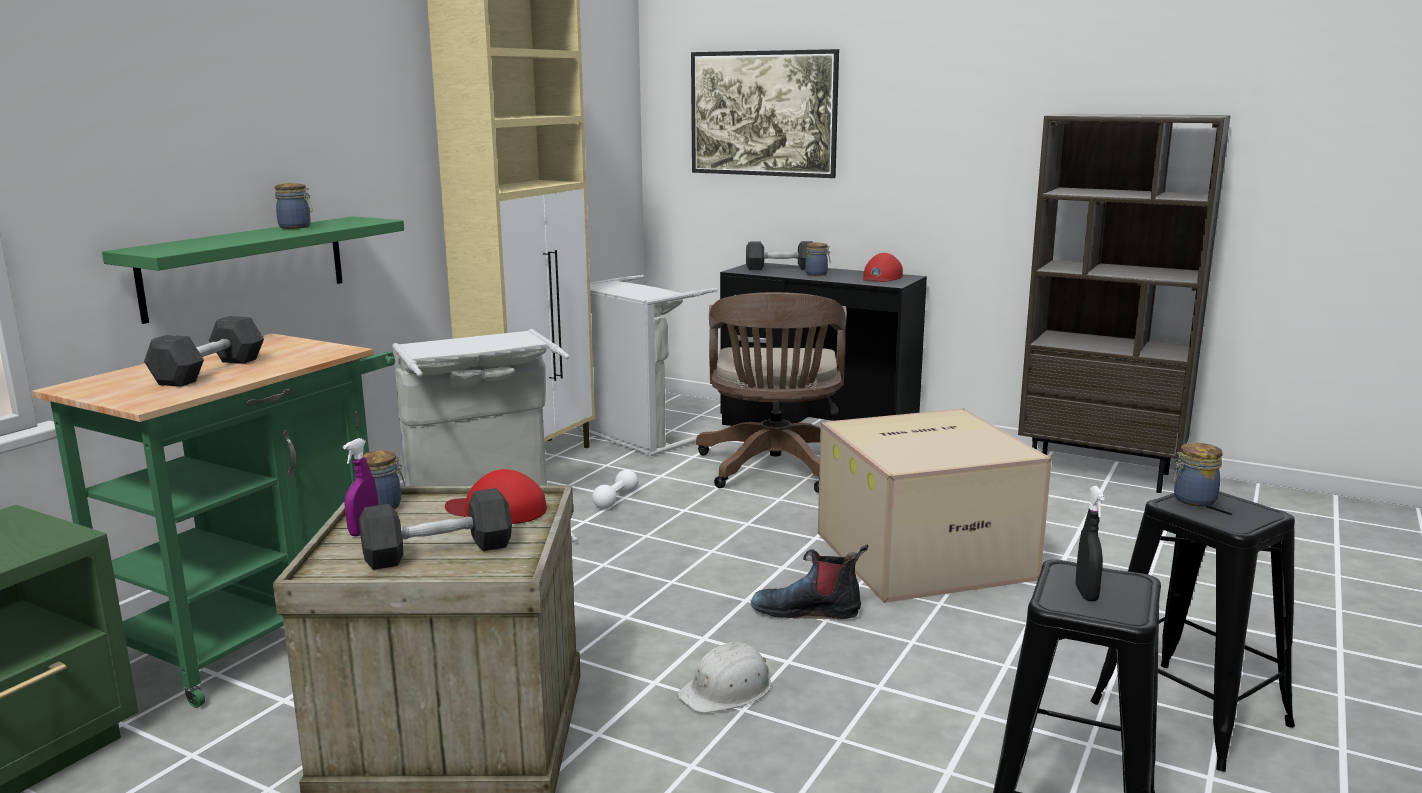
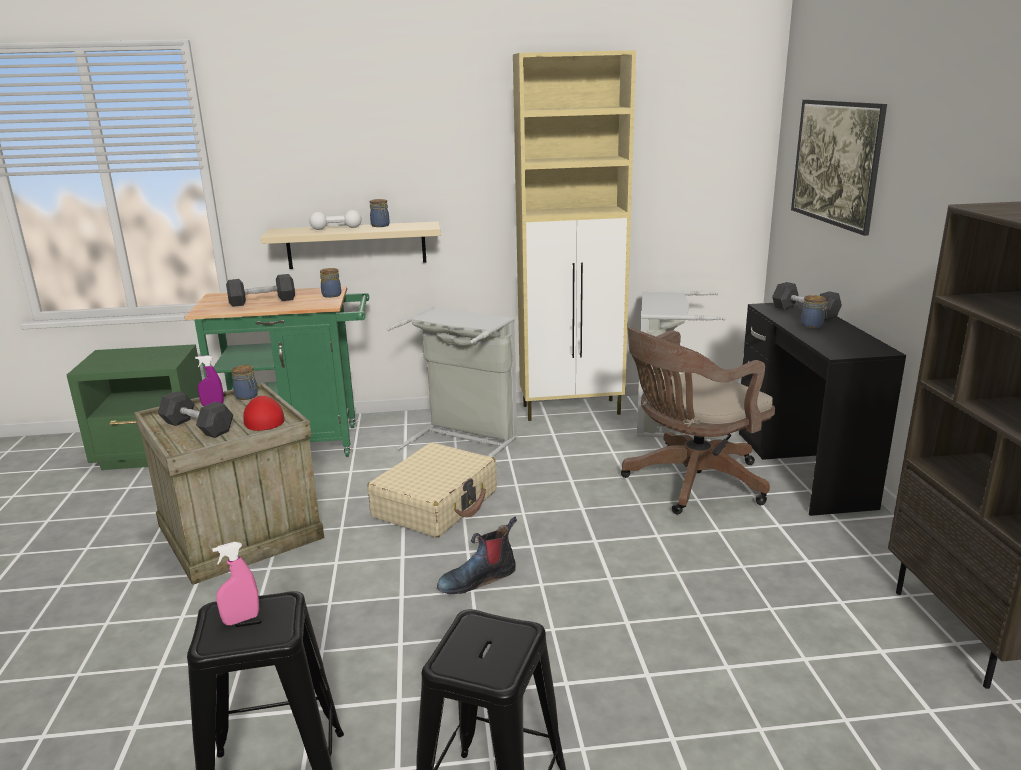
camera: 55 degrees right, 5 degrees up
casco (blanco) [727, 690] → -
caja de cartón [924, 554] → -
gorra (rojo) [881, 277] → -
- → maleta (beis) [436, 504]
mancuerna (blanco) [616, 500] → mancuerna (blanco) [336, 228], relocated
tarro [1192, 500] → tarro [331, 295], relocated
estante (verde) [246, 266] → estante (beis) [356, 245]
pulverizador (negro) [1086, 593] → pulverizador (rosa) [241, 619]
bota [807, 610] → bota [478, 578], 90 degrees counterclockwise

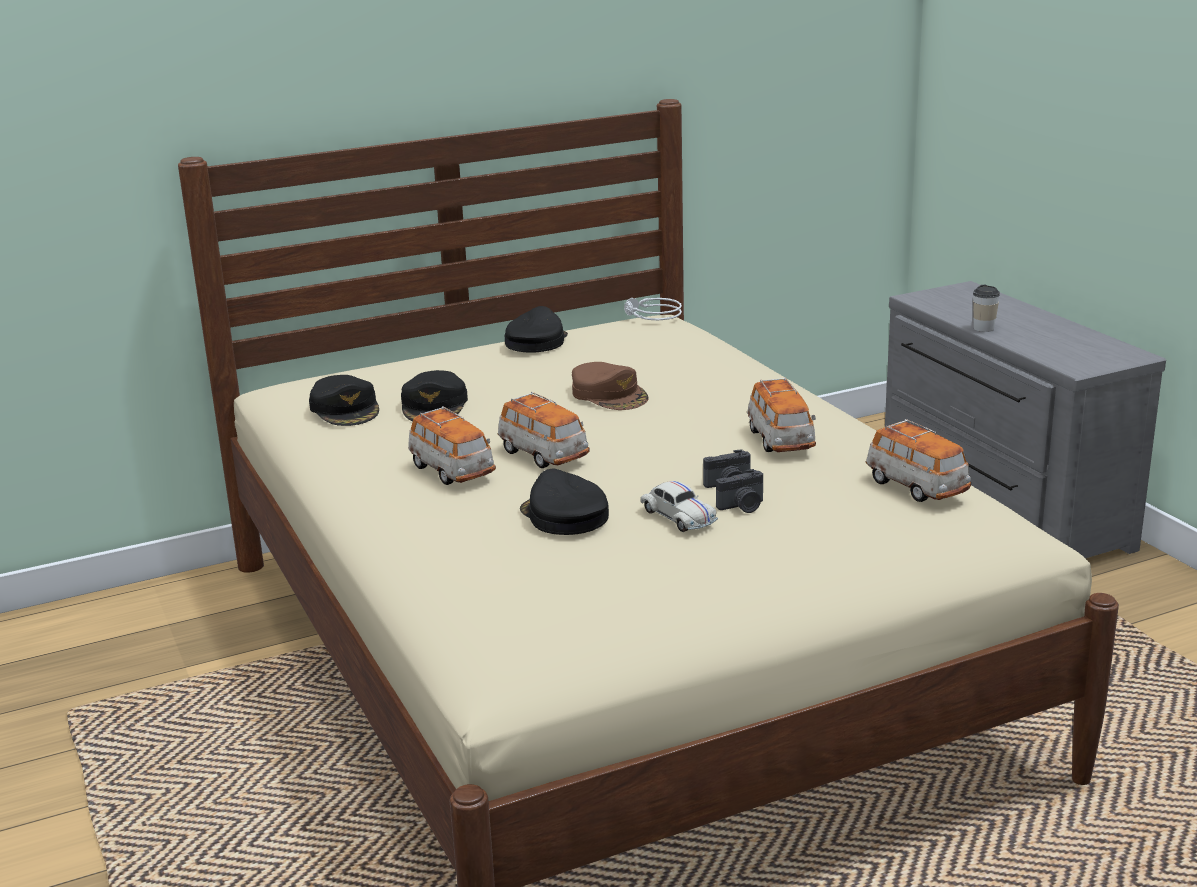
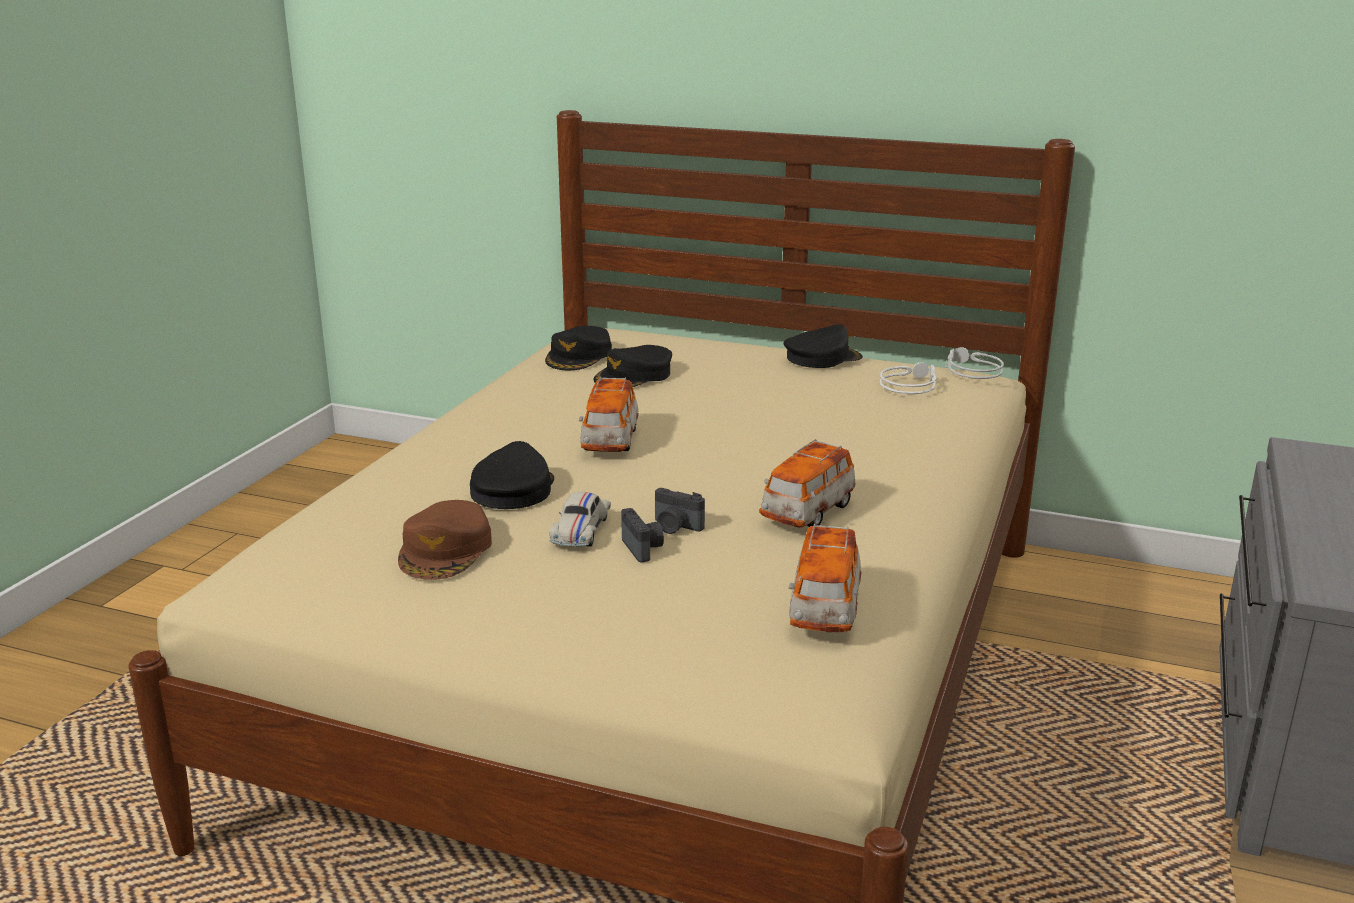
camera: 45 degrees right, 0 degrees up
coche de juguete [452, 471] → -
taza [983, 328] → -
- → auriculares (blanco) [909, 385]
gorra (marrón) [609, 395] → gorra (marrón) [446, 550], relocated
cámara [742, 507] → cámara [643, 548], 135 degrees counterclockwise

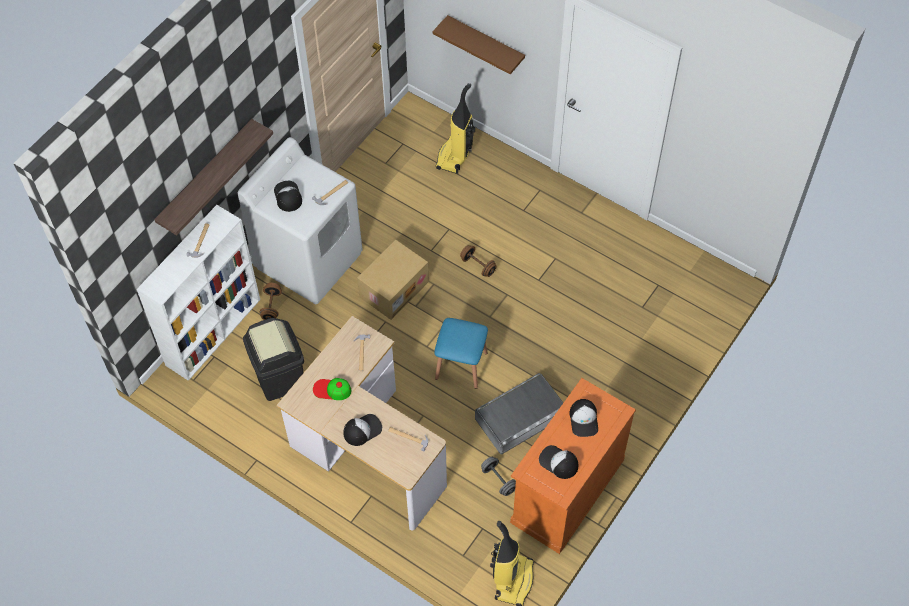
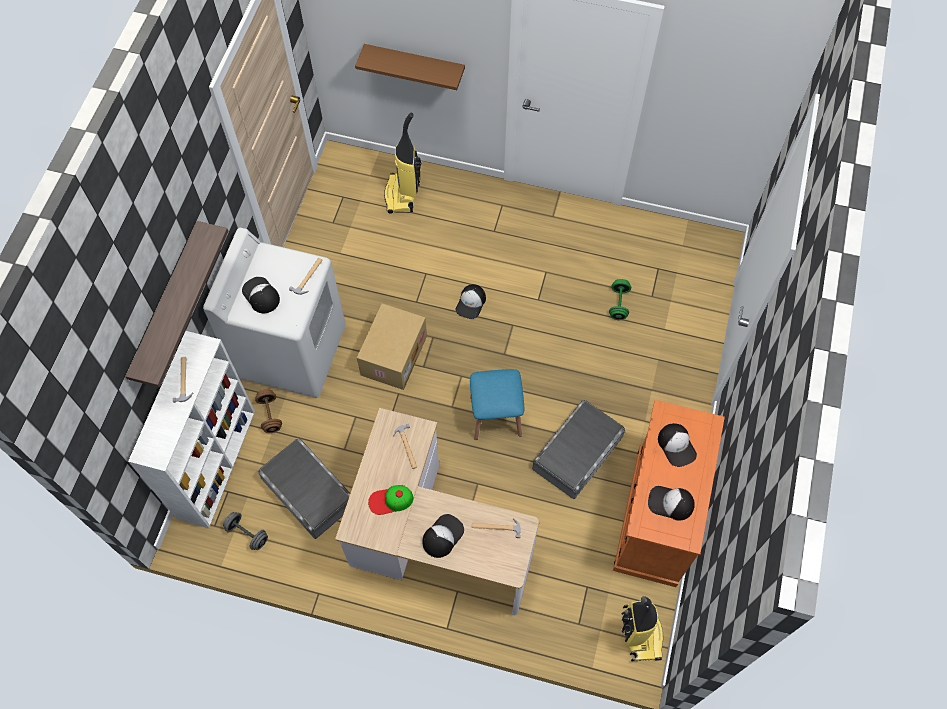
camera: 20 degrees left, 5 degrees up
- → mancuerna (verde) [618, 304]
mancuerna (gris) [498, 480] → mancuerna (gris) [247, 534], relocated
papelera (negro) [279, 377] → caja de almacenaje (gris) [308, 491]
mancuerna (marrón) [478, 265] → gorra [471, 303]

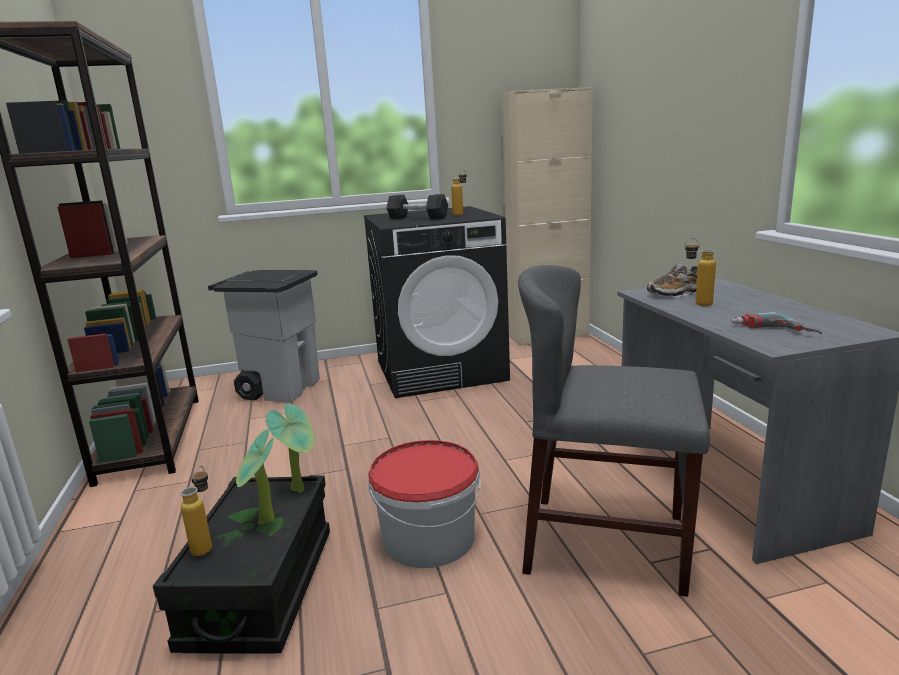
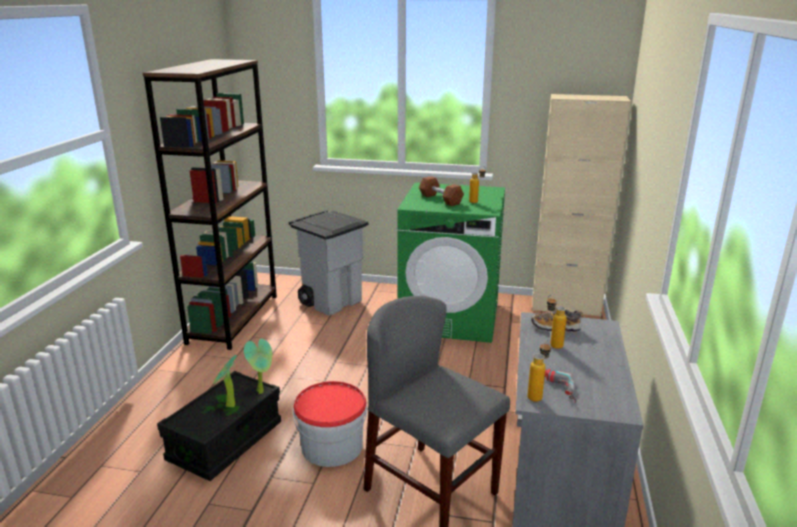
camera: 25 degrees right, 5 degrees up
botella [206, 545] → botella [537, 395], relocated
lavadora (negro) [441, 370] → lavadora (verde) [450, 317]
mancuerna (gris) [417, 218] → mancuerna (marrón) [440, 199]

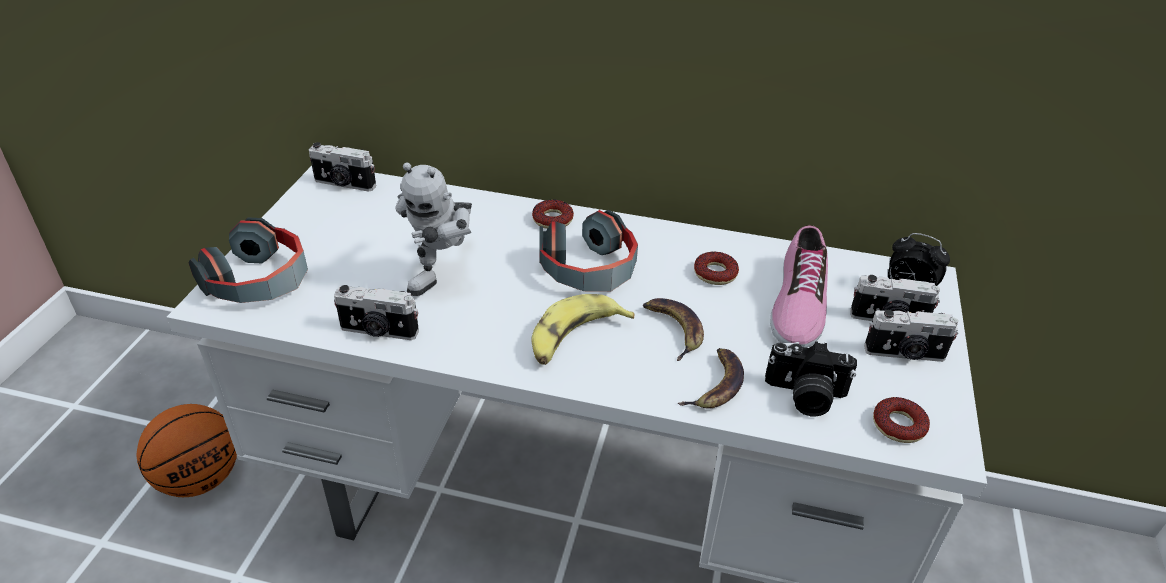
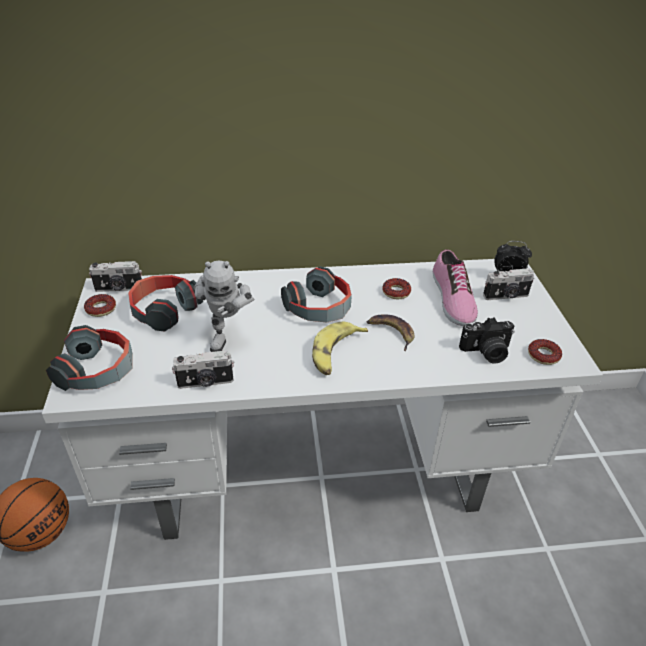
camera: 20 degrees left, 0 degrees up
plátano [716, 384] → -
cámara [905, 354] → -
- → auriculares [164, 310]
rosquilla [552, 219] → rosquilla [101, 309], relocated

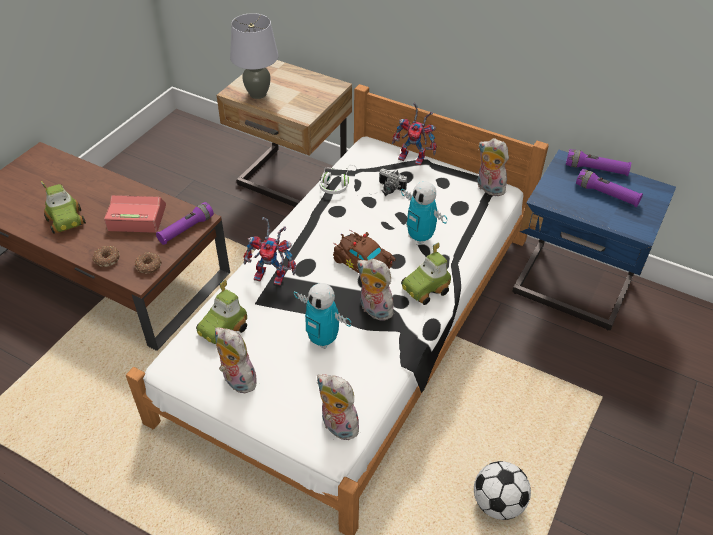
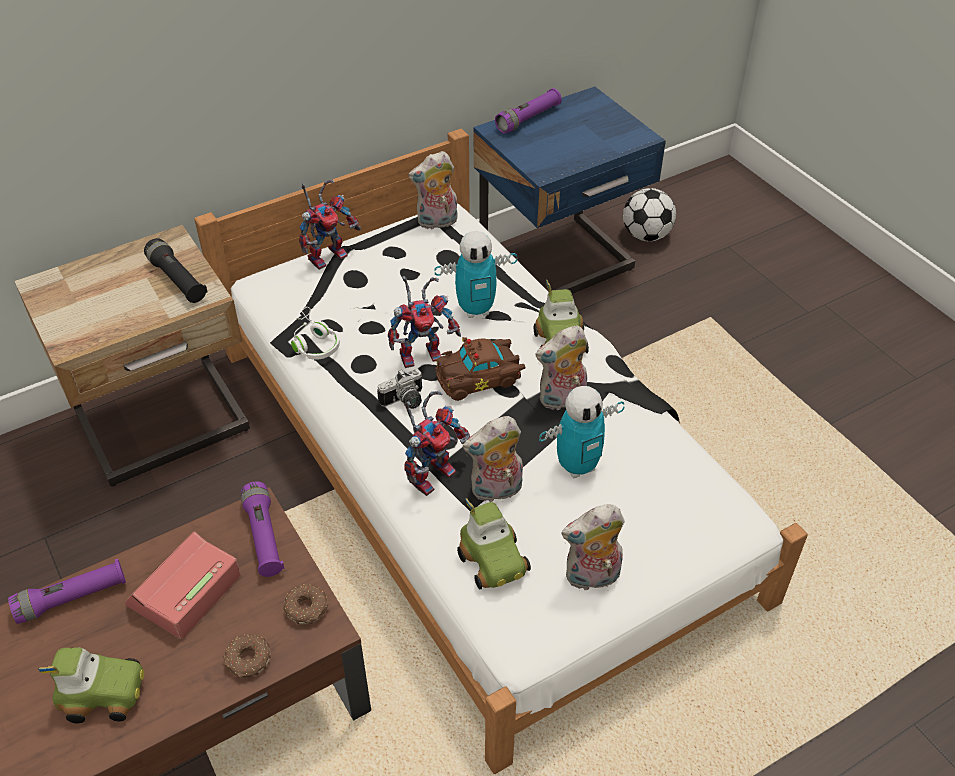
camera: 60 degrees left, 0 degrees up
lámpara de mesa (gris) [257, 94] → -
- → linterna (negro) [177, 280]
- → robot de juguete [423, 352]
peluche [337, 426] → peluche [496, 491], relocated
cámara [390, 189] → cámara [405, 401], relocated
balón de fútbol [498, 503] → balón de fútbol [646, 235], relocated
linterna (morado) [606, 195] → linterna (morado) [72, 598], relocated

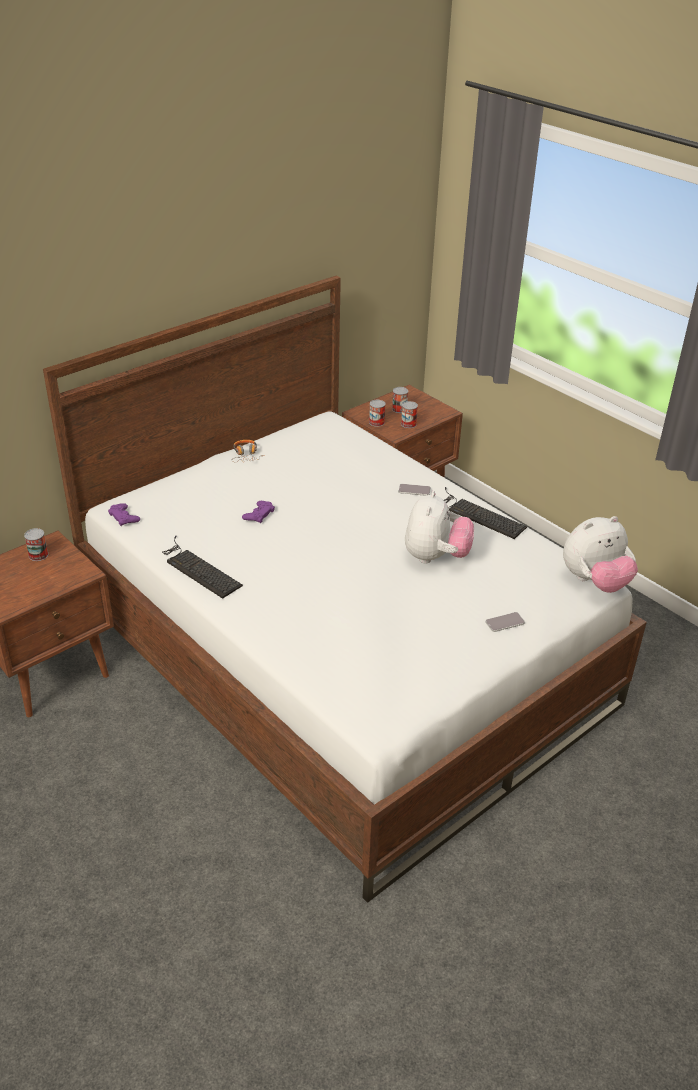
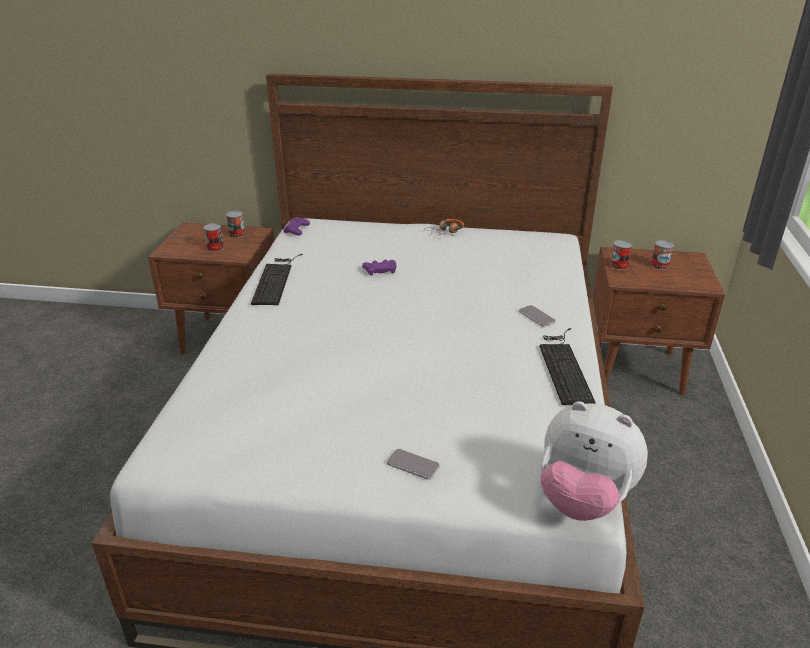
camera: 50 degrees right, 5 degrees down
peluche [435, 557] → -
lata [408, 424] → lata [215, 248], relocated

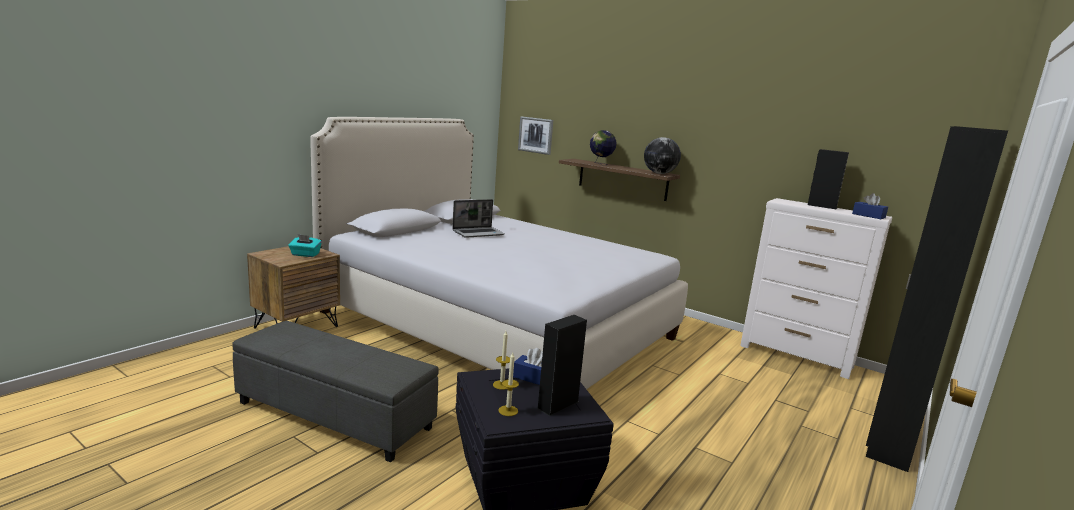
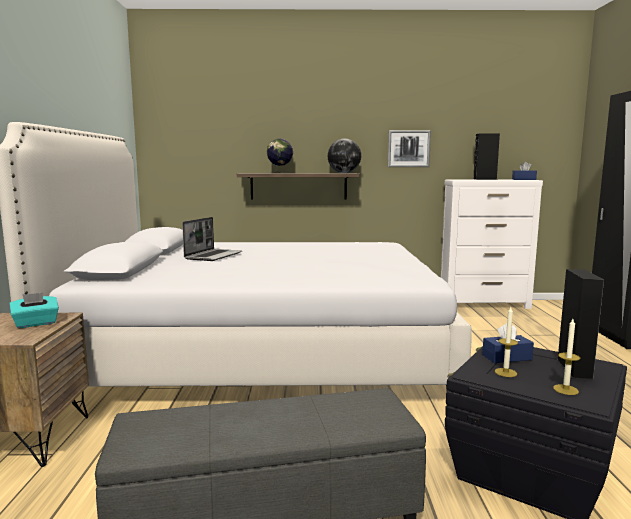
camera: 35 degrees left, 5 degrees down
cuadro [536, 135] → cuadro [408, 148], relocated

